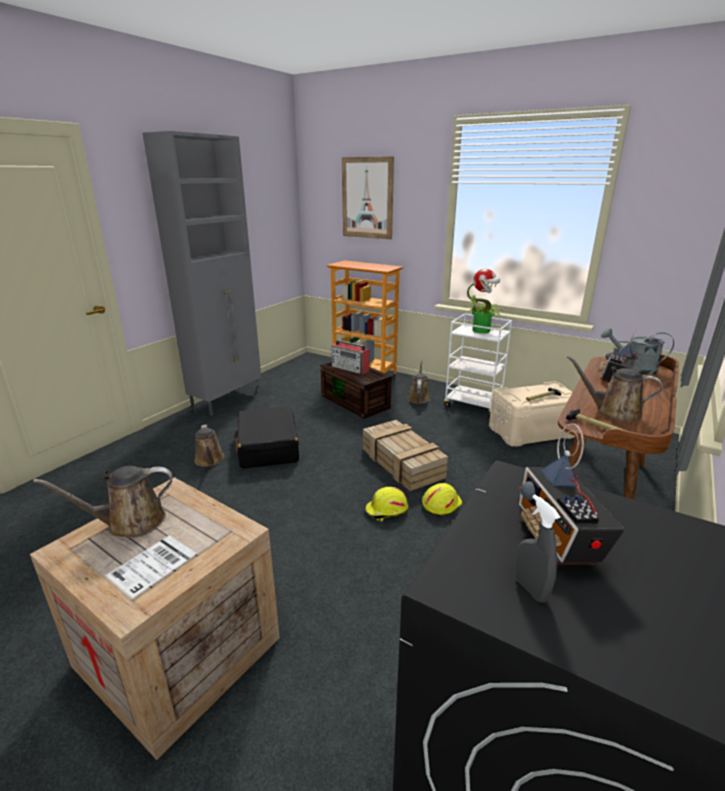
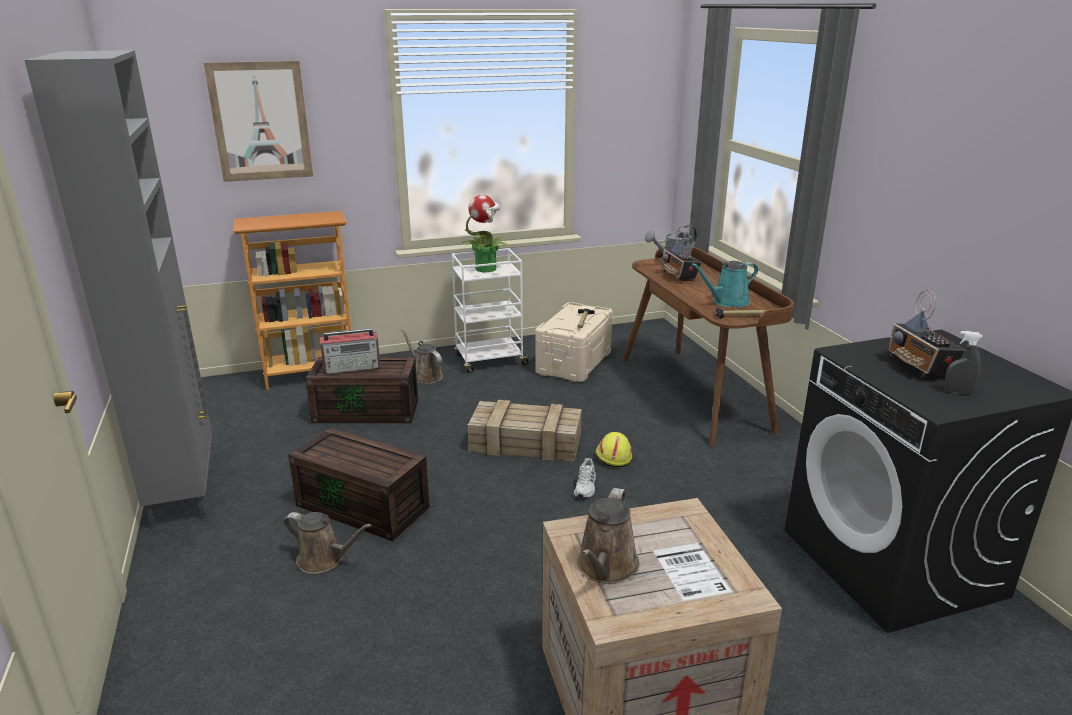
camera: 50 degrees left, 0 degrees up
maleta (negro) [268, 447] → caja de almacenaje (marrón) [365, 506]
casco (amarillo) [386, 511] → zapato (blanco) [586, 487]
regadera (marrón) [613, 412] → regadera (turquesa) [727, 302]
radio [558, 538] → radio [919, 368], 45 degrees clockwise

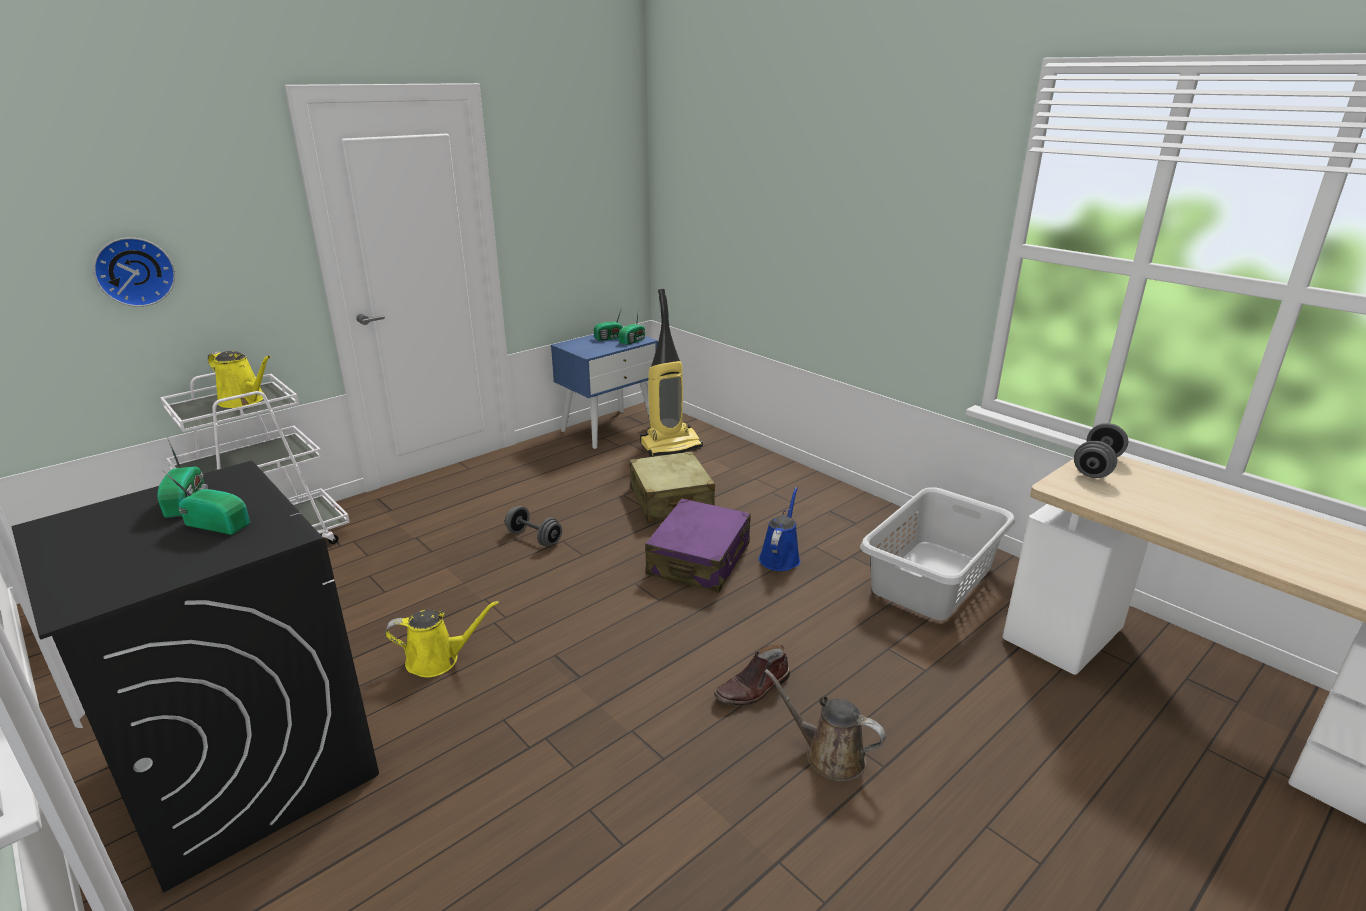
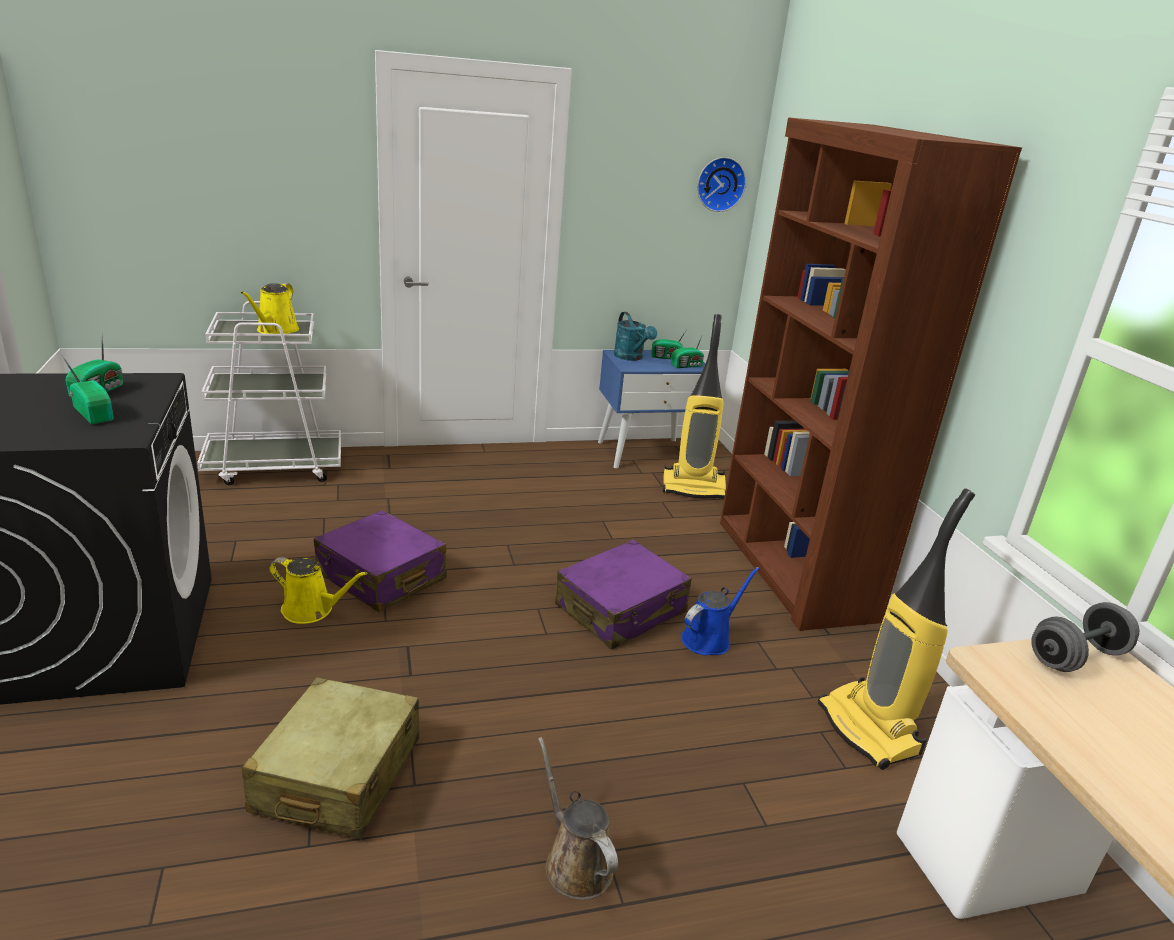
camera: 25 degrees right, 0 degrees up
mancuerna (gris) [534, 538] → -
bota (marrón) [753, 689] → -
- → maleta (morado) [381, 577]
- → regadera (turquesa) [631, 357]
- → estantería (marrón) [792, 569]
reloj de pared [134, 271] → reloj de pared [719, 184], relocated
maleta (beis) [671, 501] → maleta (beis) [337, 775], relocated
cesto de la ropa (gris) [933, 579] → aspiradora [870, 730]
regadera (amarillo) [245, 400] → regadera (amarillo) [275, 330], 45 degrees clockwise

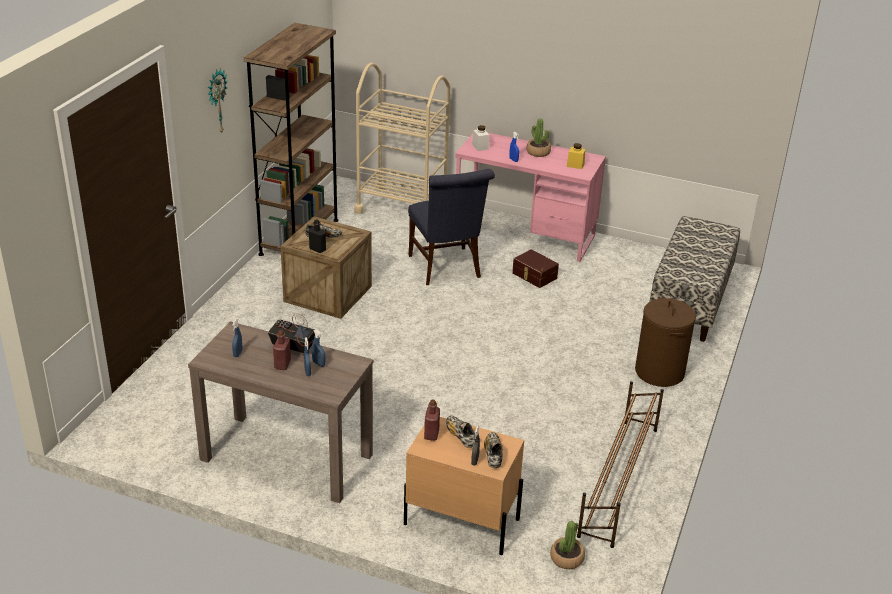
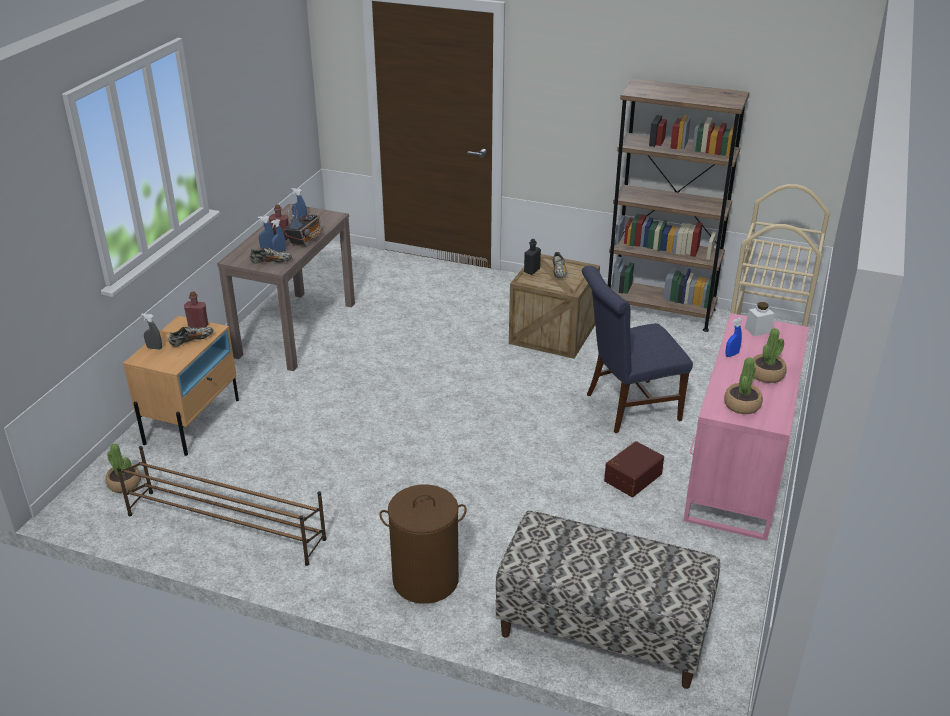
camera: 90 degrees right, 0 degrees up
reloj de pared [216, 101] → -
zapato [493, 454] → zapato [271, 262], relocated
tarro (amarillo) [575, 165] → planta en maceta [742, 405]

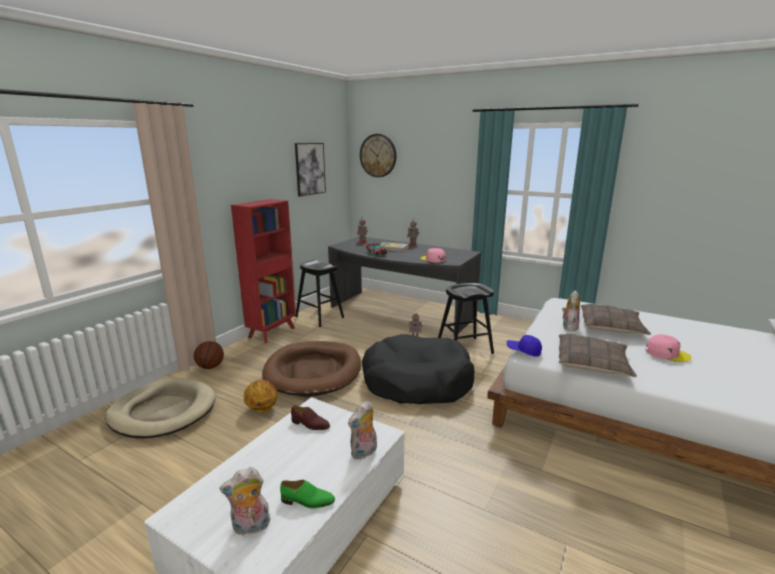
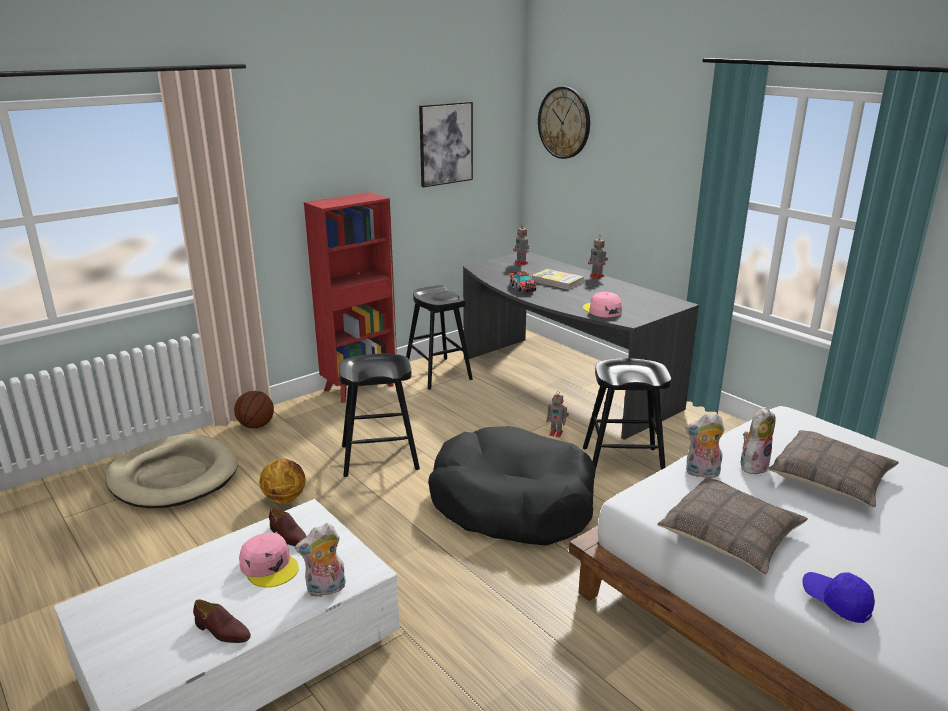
camera: 20 degrees right, 5 degrees up
peluche [250, 527] → peluche [701, 473], relocated
gorra (azul) [523, 351] → gorra (azul) [836, 602], relocated
gorra (rosa) [666, 353] → gorra (rosa) [269, 566], relocated
cama para perro (marrón) [313, 371] → taburete (negro) [379, 457]
zapato (verde) [307, 501] → zapato (marrón) [222, 631]

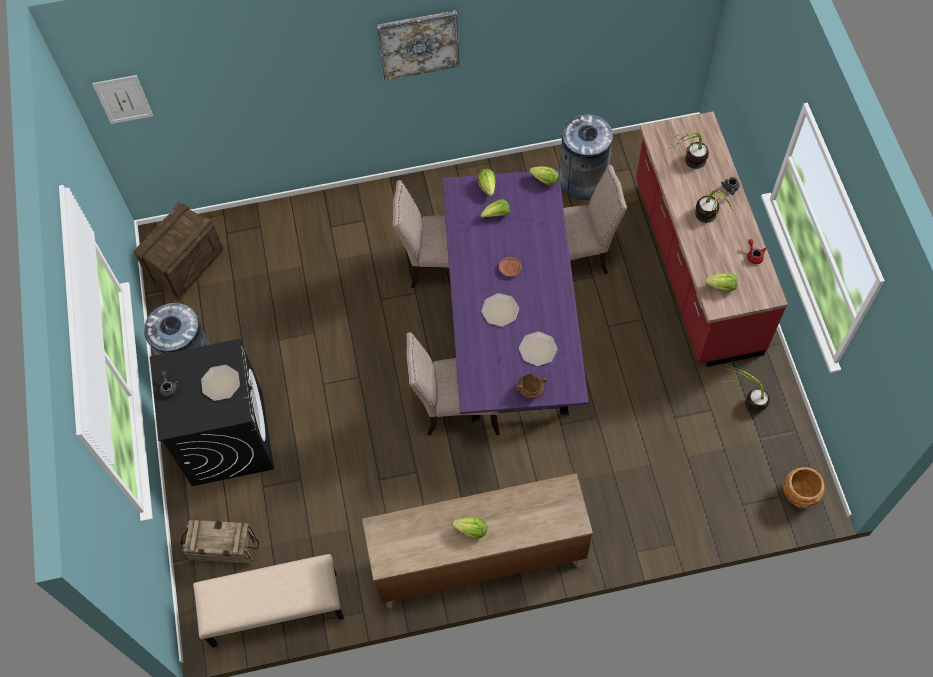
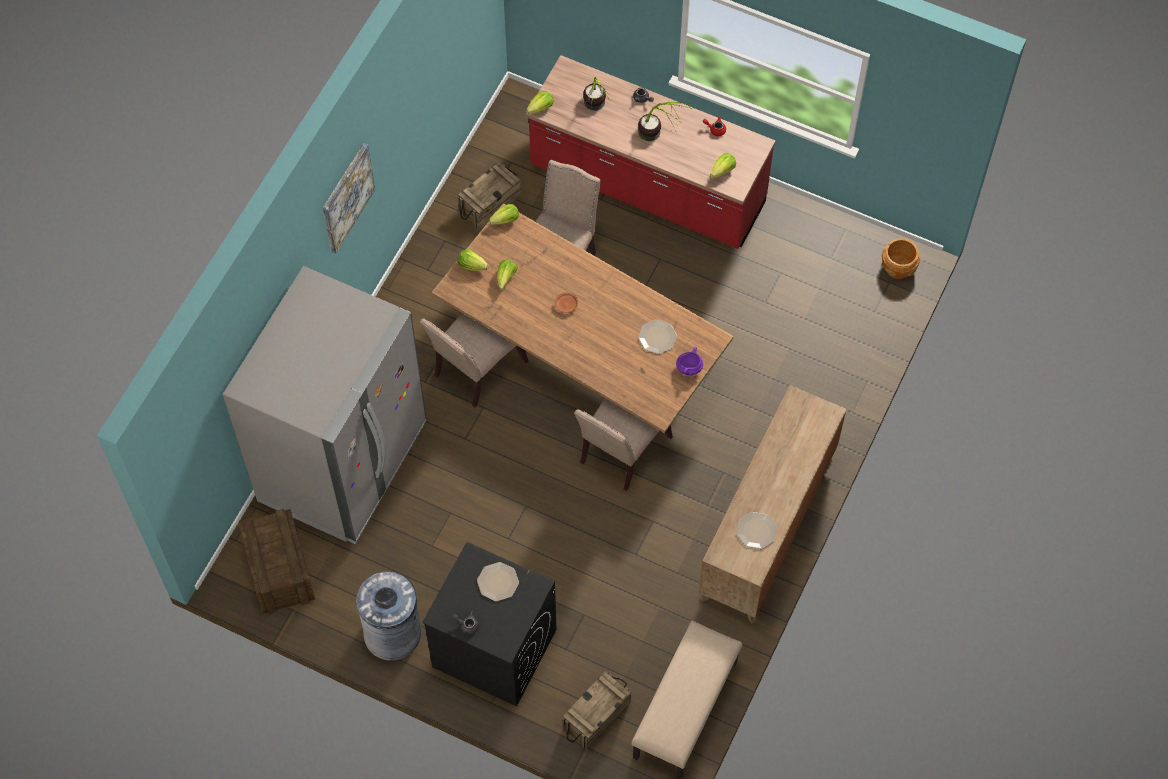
camera: 55 degrees left, 0 degrees up
cuadro [123, 99] → -
planta en maceta [742, 401] → -
- → nevera (gris) [344, 463]
lechuga [472, 530] → lechuga [541, 108], relocated
plato [500, 310] → plato [756, 530], relocated
papelera (gris) [582, 180] → caja de embalaje [490, 204]
mesa de comedor (morado) [511, 327] → mesa de comedor (marrón) [582, 358]
olla (marrón) [531, 390] → olla (morado) [689, 367]

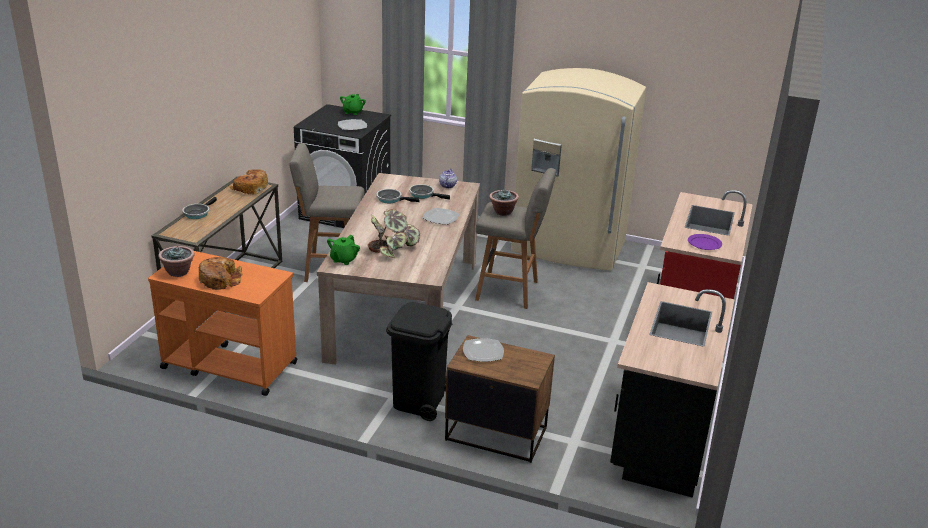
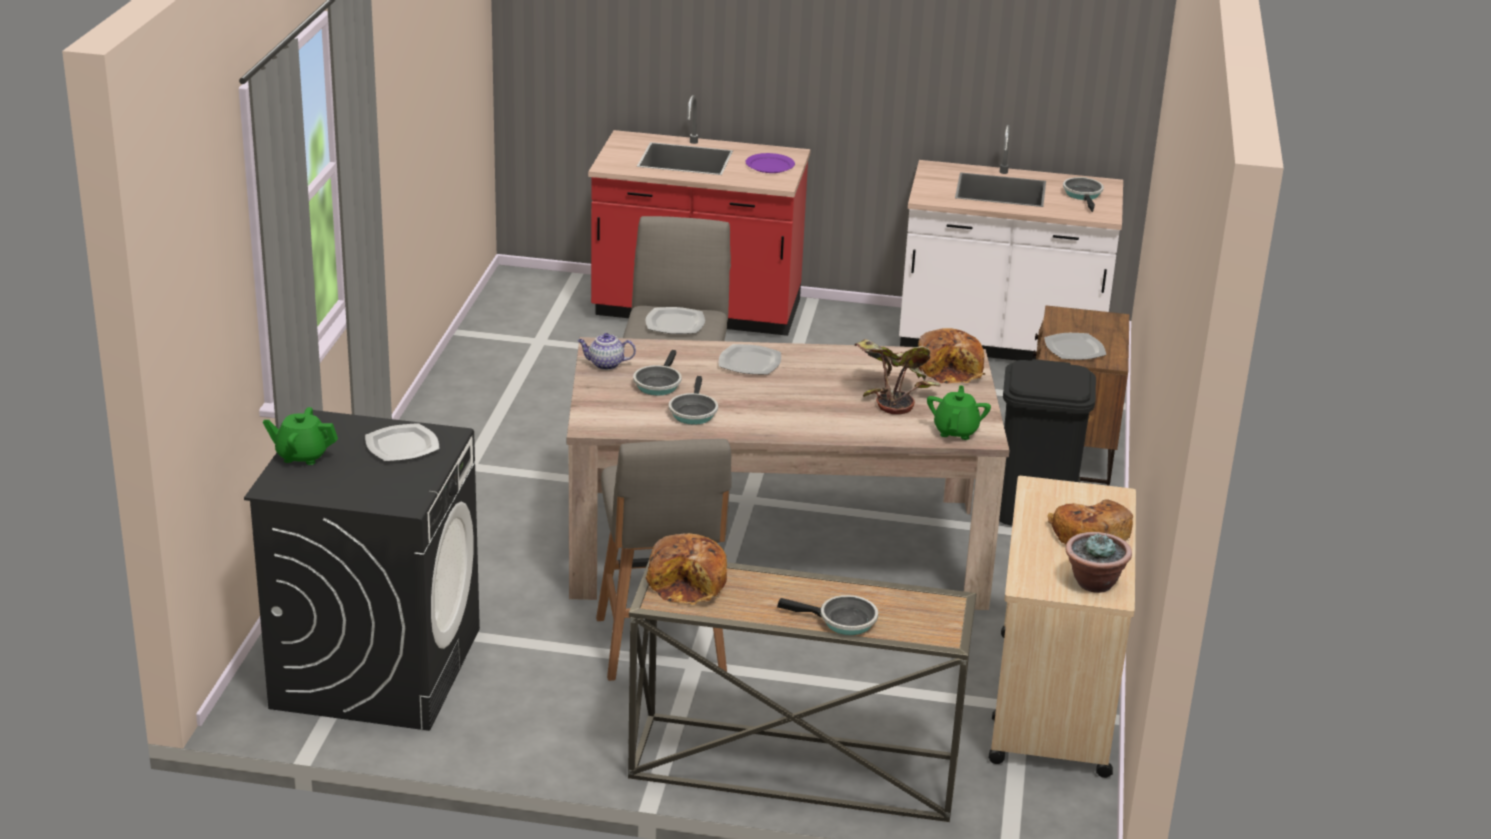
camera: 100 degrees left, 0 degrees up
nevera (beis) [568, 248] → -
- → pan [951, 368]
- → sartén [1083, 195]
planta en maceta [502, 212] → plato [675, 324]
carrito (naranja) [229, 365] → carrito (beis) [1052, 704]
mueble bajo de cocina (negro) [660, 436] → mueble bajo de cocina (blanco) [1001, 344]
tetera (verde) [343, 260] → tetera (verde) [956, 431], 90 degrees counterclockwise

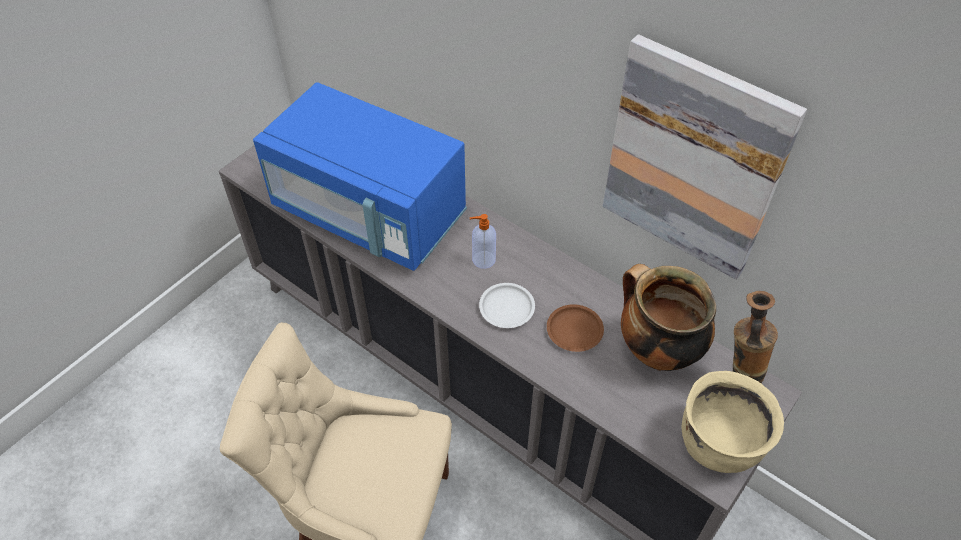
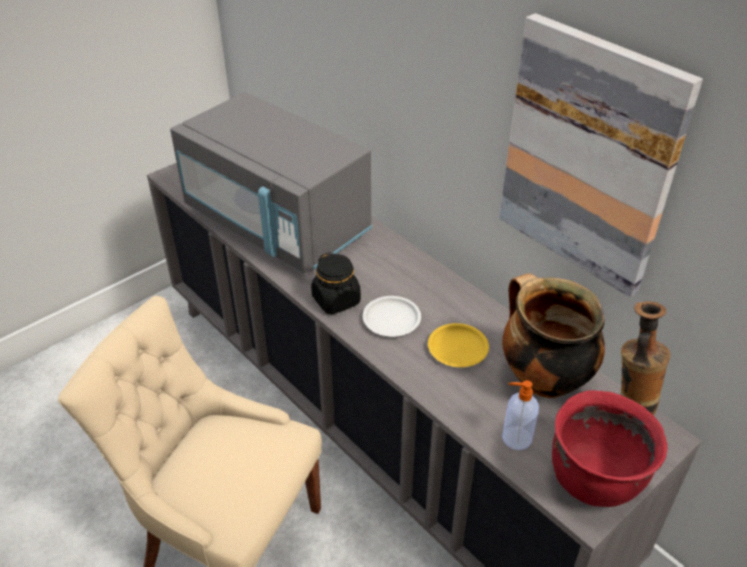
camera: 10 degrees right, 10 degrees down
- → tarro (negro) [336, 300]
dispensador de jabón [482, 260] → dispensador de jabón [515, 438], relocated
microondas (azul) [370, 213] → microondas (gris) [277, 223]
plato (marrón) [575, 330] → plato (amarillo) [458, 348]
olla (beis) [718, 444] → olla (rojo) [595, 479]

